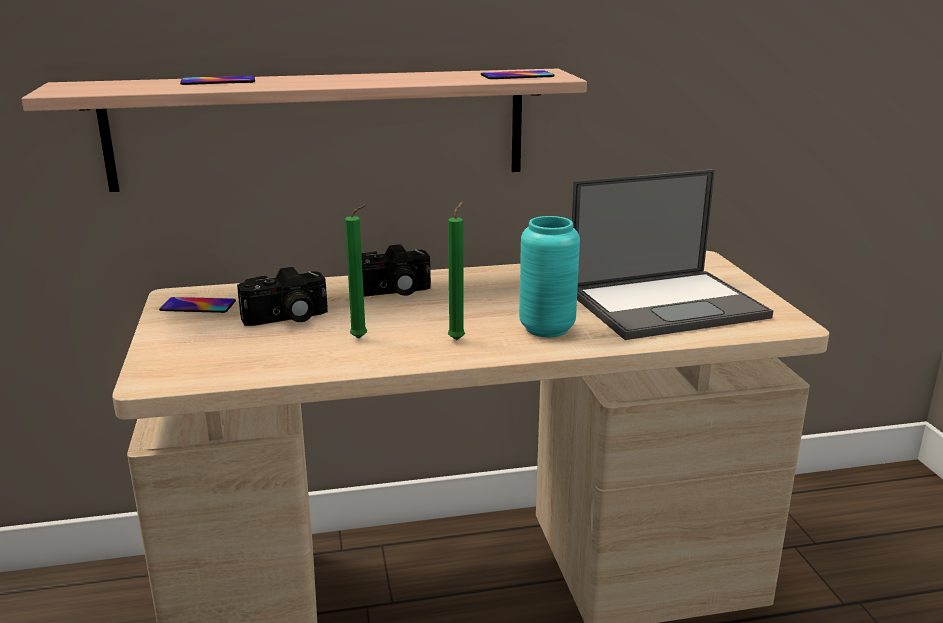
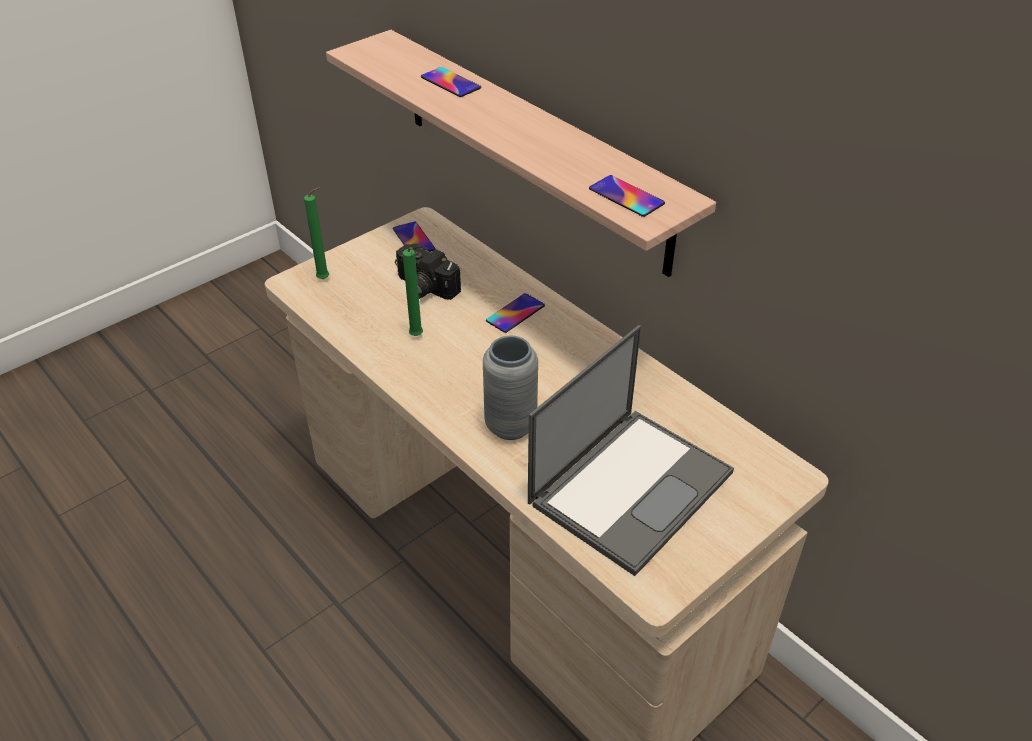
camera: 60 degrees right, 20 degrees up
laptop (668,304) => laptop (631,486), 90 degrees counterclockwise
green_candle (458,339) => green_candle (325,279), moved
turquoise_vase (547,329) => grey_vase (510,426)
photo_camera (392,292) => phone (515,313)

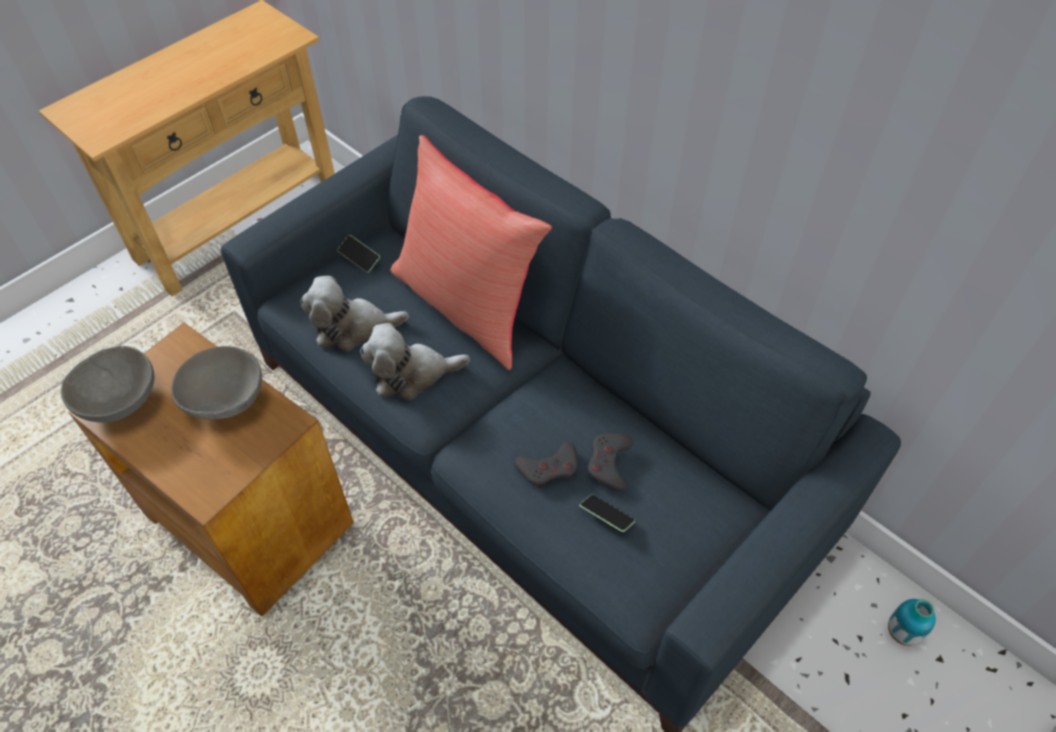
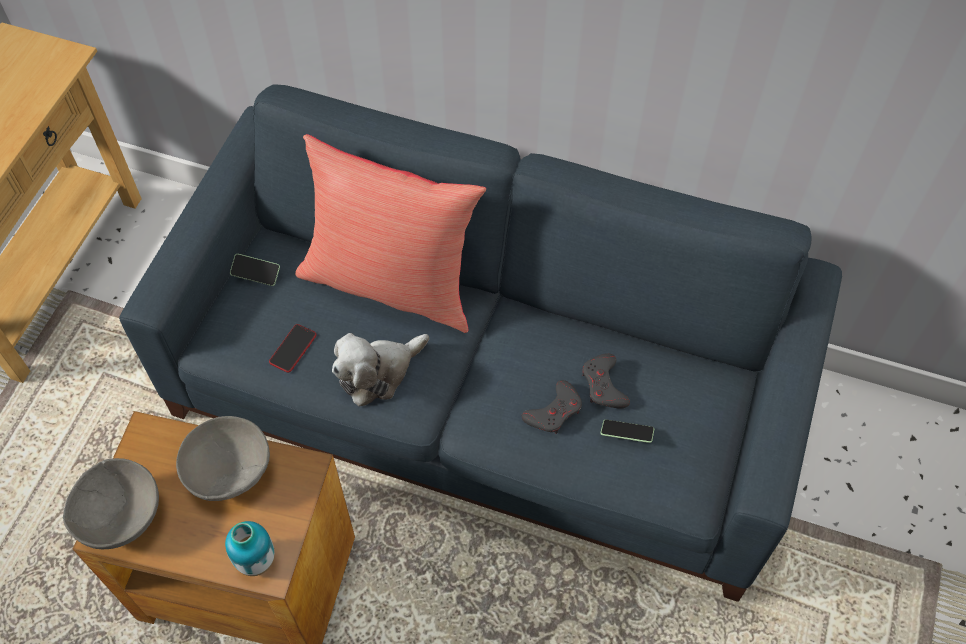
camera: 25 degrees left, 5 degrees up
plush_toy (352,328) => phone (293,348)
vase (901,632) => vase (256,560), moved

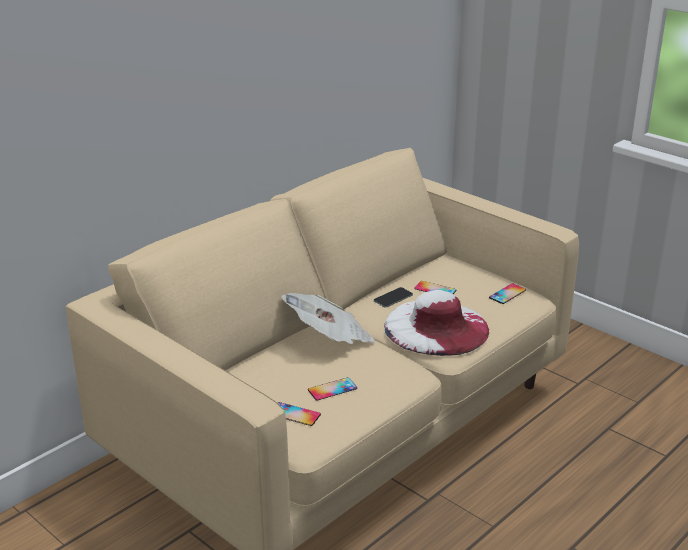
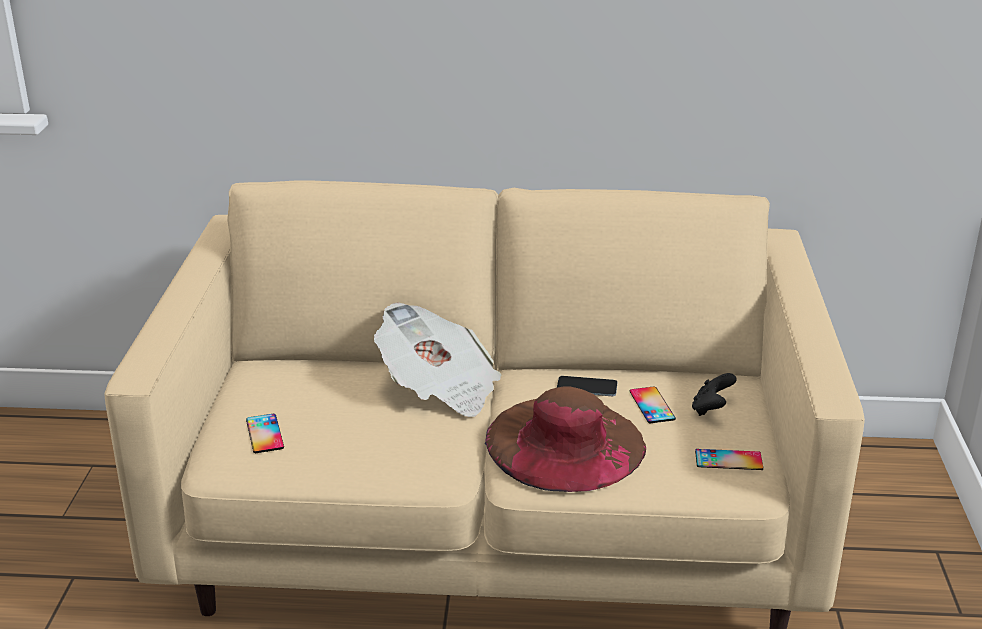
camera: 50 degrees right, 0 degrees up
white_hat (436,327) => brown_hat (565,443)
phone (332,389) => nothing
nothing => black_game_controller (711,409)

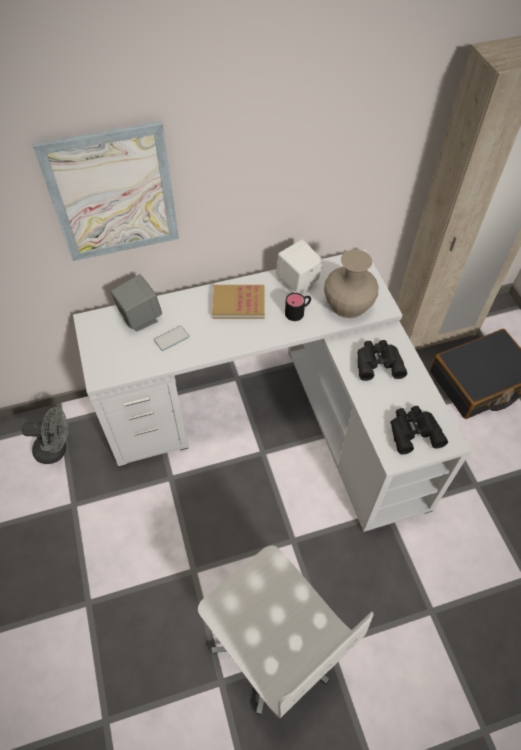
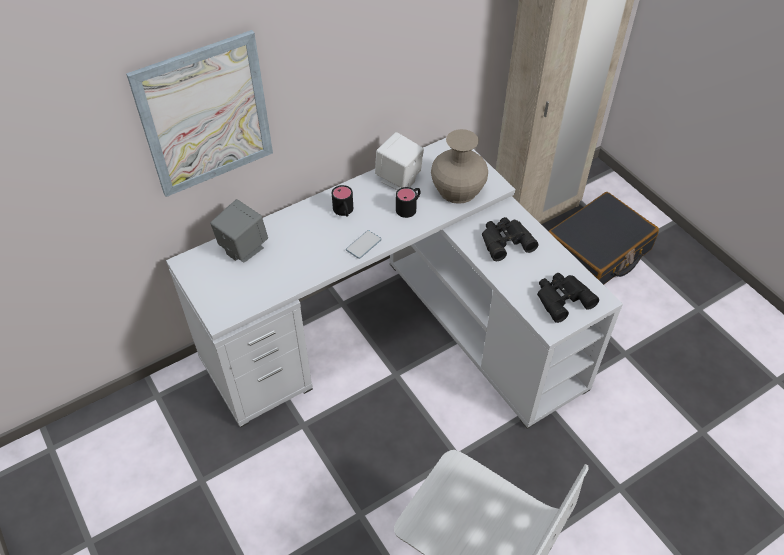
camera: 15 degrees left, 5 degrees down
book (238,303) => black_mug (344,211)
phone (171,338) => phone (363,245), moved
grey_fan (56,449) => nothing

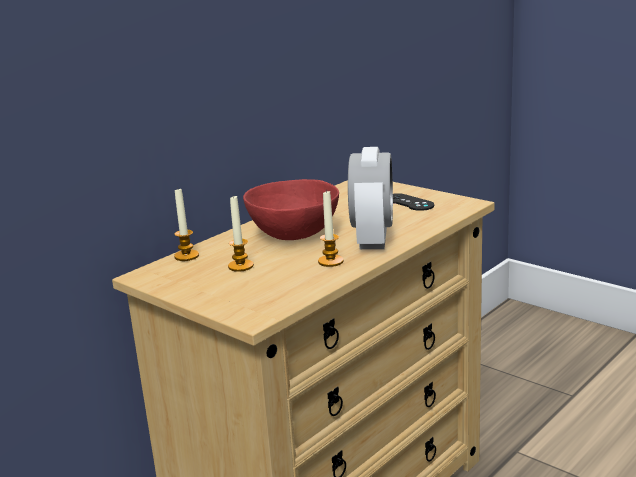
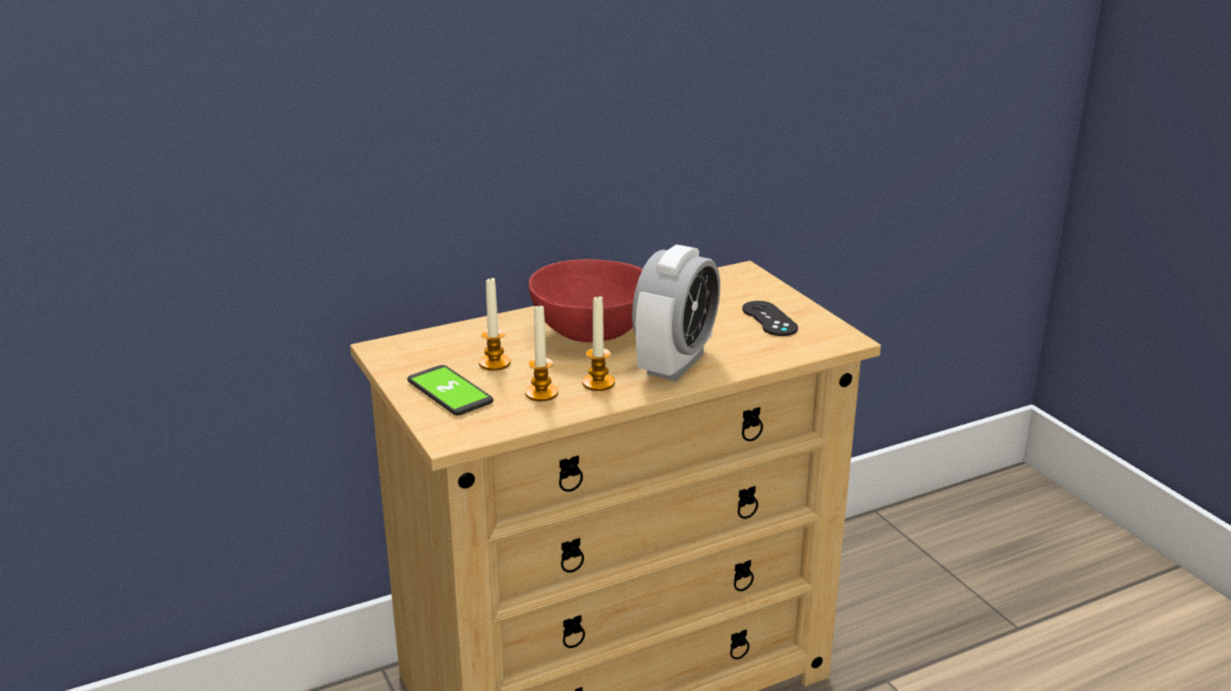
camera: 20 degrees right, 5 degrees up
candle (186,256) => candle (541,393), moved
nothing => phone (450,392)

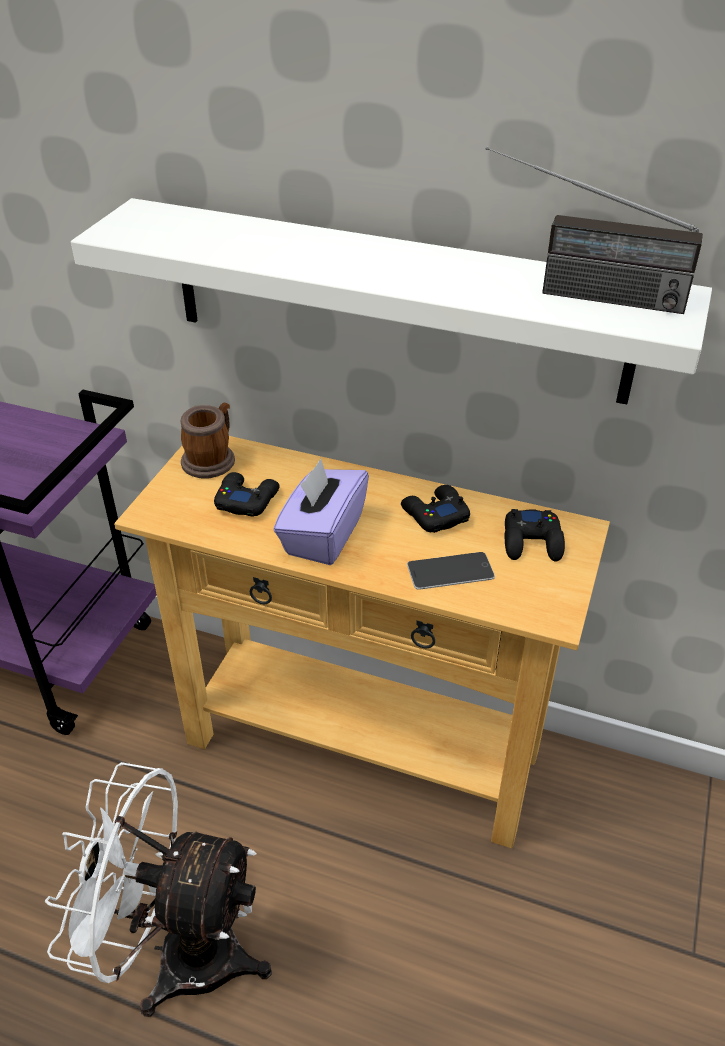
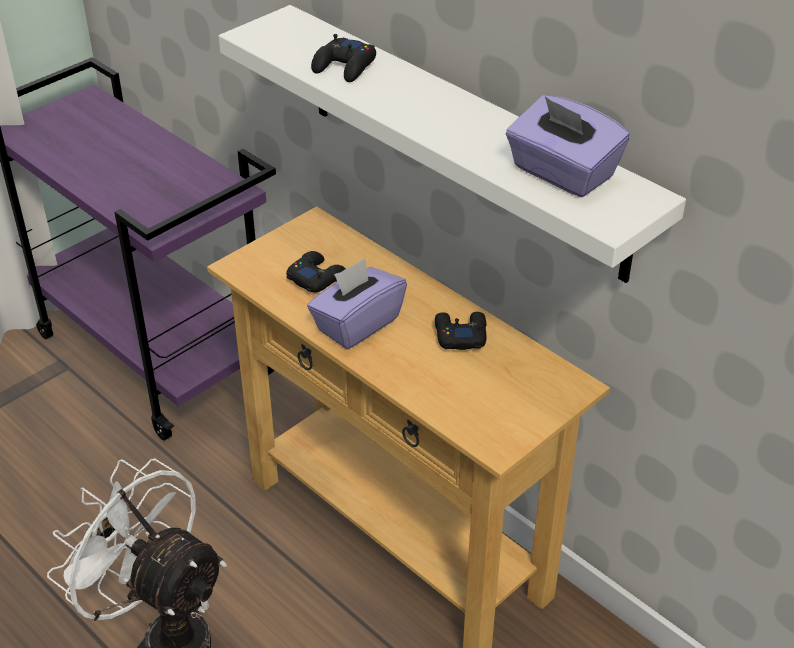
camera: 25 degrees right, 0 degrees up
radio (575,292) => purple_tissue_box (562,173)
mug (212,459) => nothing
black_game_controller (532,542) => black_game_controller (345,67), moved
phone (450,571) => nothing

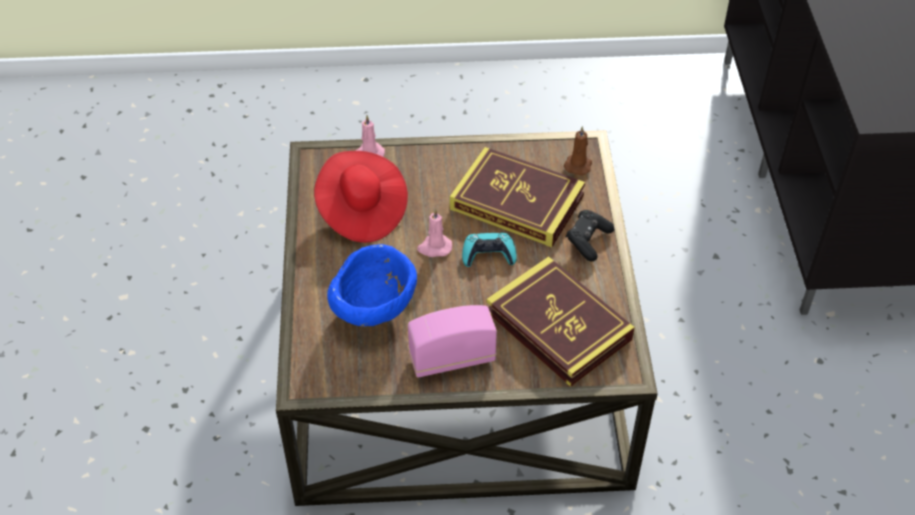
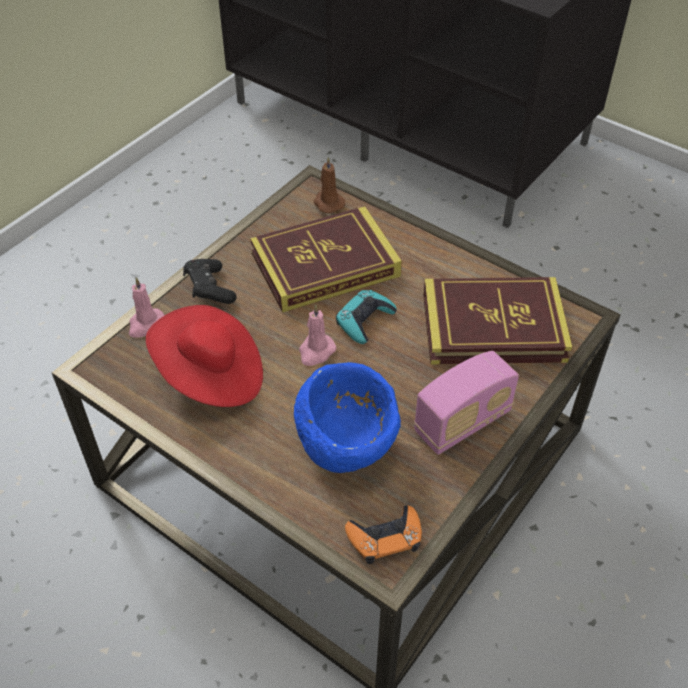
camera: 50 degrees left, 0 degrees up
black_game_controller (587,241) => black_game_controller (209,289), moved
radio (452,358) => radio (462,423), 150 degrees counterclockwise
nothing => orange_game_controller (385,538)

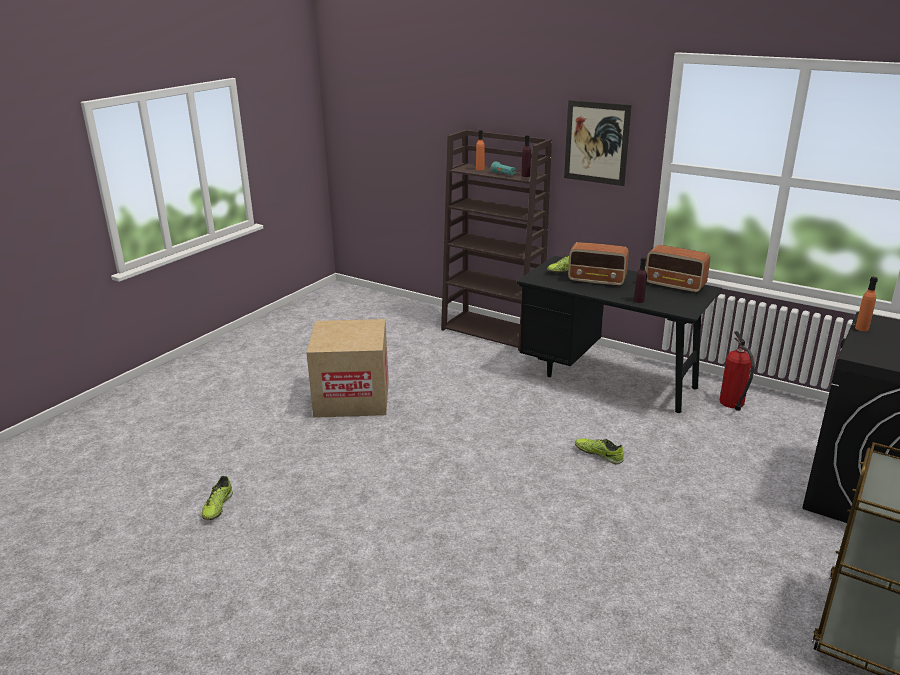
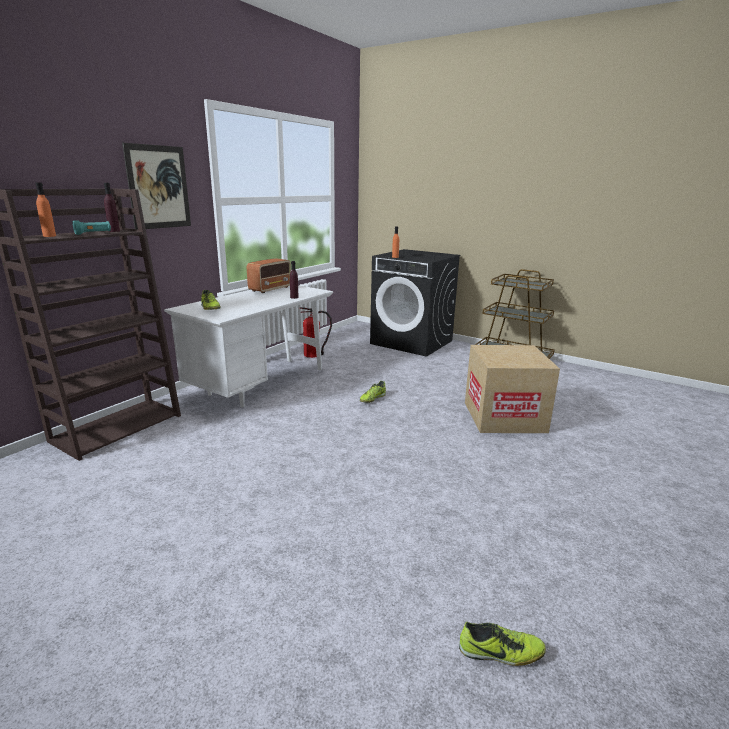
camera: 90 degrees left, 5 degrees down
radio (597,281) => nothing
black_desk (609,379) => white_desk (261,384)
cardboard_box (352,397) => cardboard_box (504,417), moved

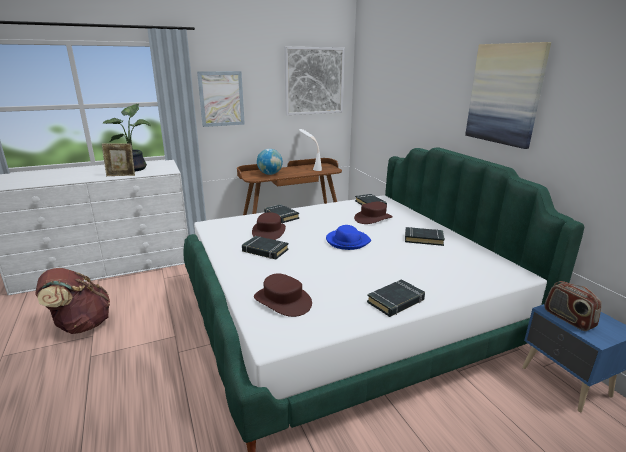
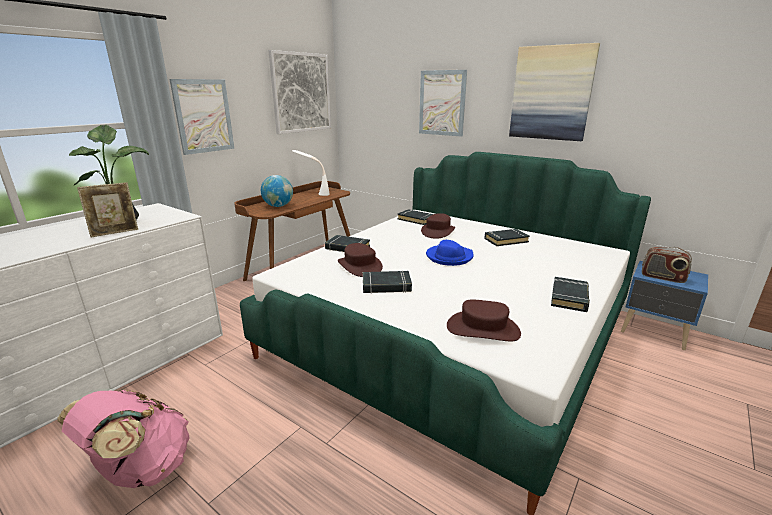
camera: 30 degrees left, 0 degrees up
brown_backpack (80,325) => pink_backpack (141,470)
nothing => picture (442,103)

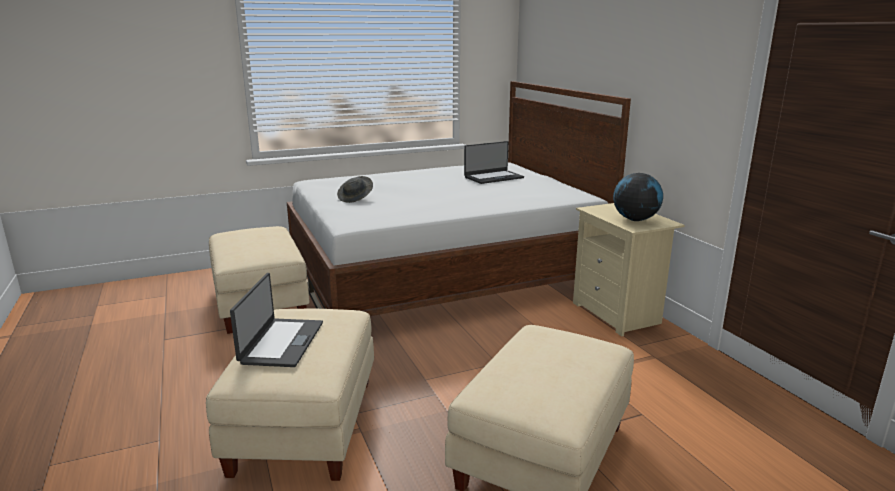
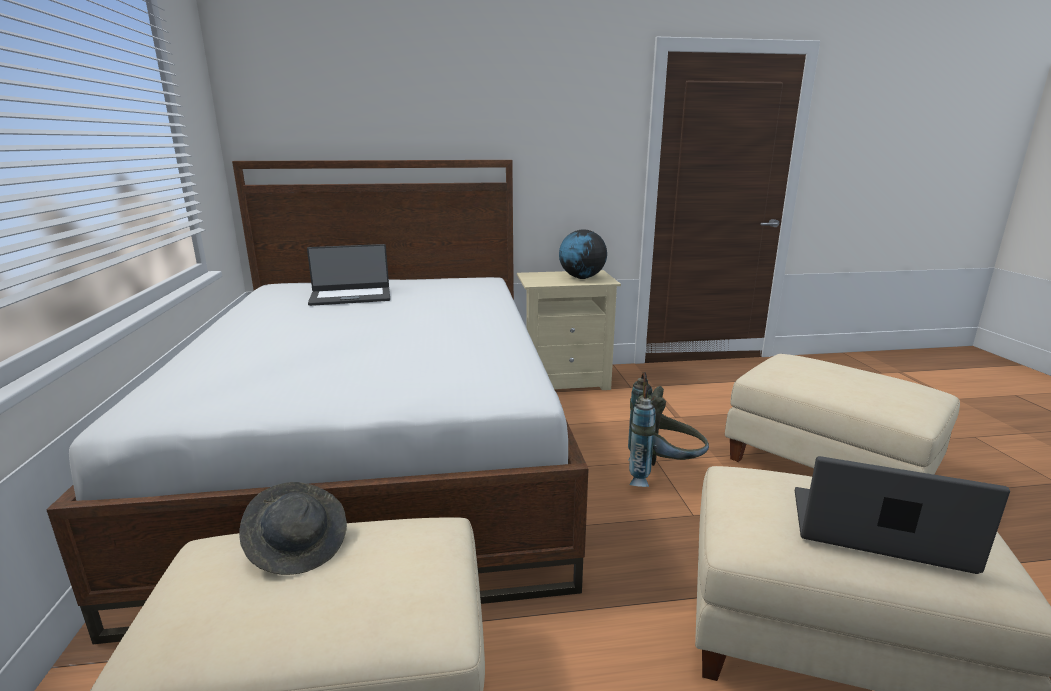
camera: 75 degrees left, 0 degrees up
laptop (493,177) => laptop (350,297), 90 degrees clockwise
grey_hat (355,198) => grey_hat (298,545), moved
nothing => grey_backpack (662,475)

